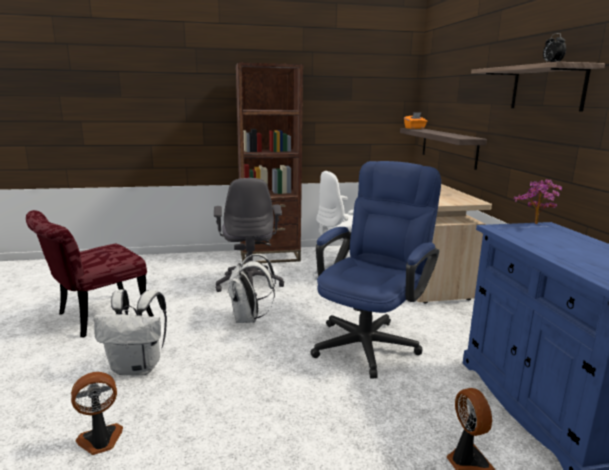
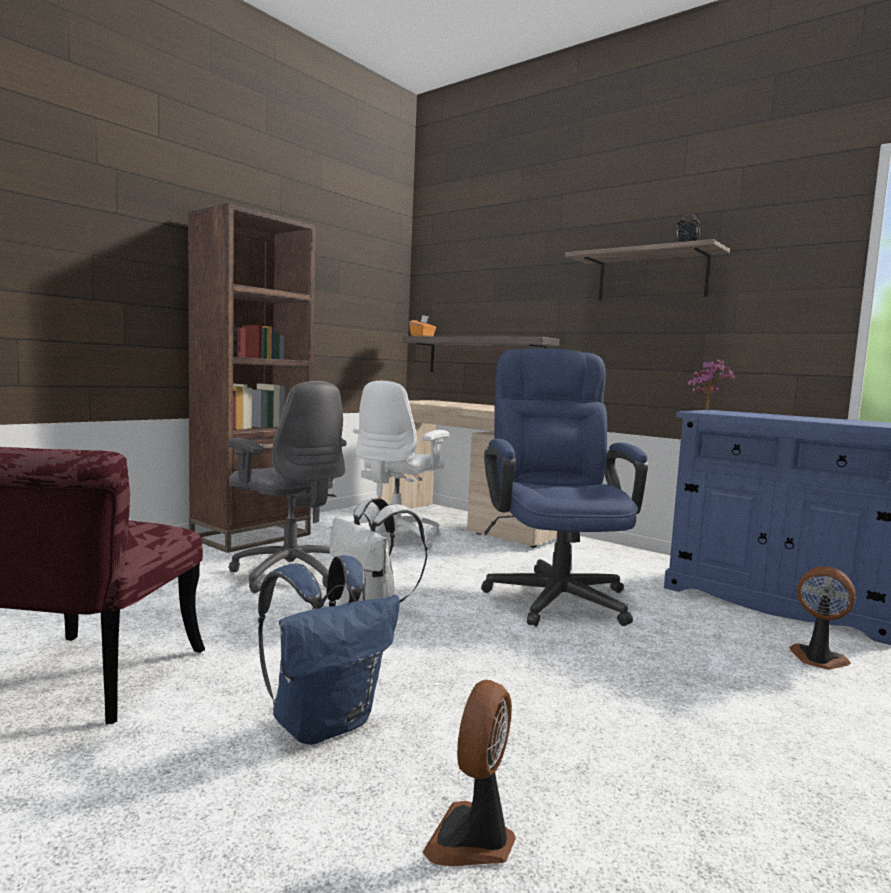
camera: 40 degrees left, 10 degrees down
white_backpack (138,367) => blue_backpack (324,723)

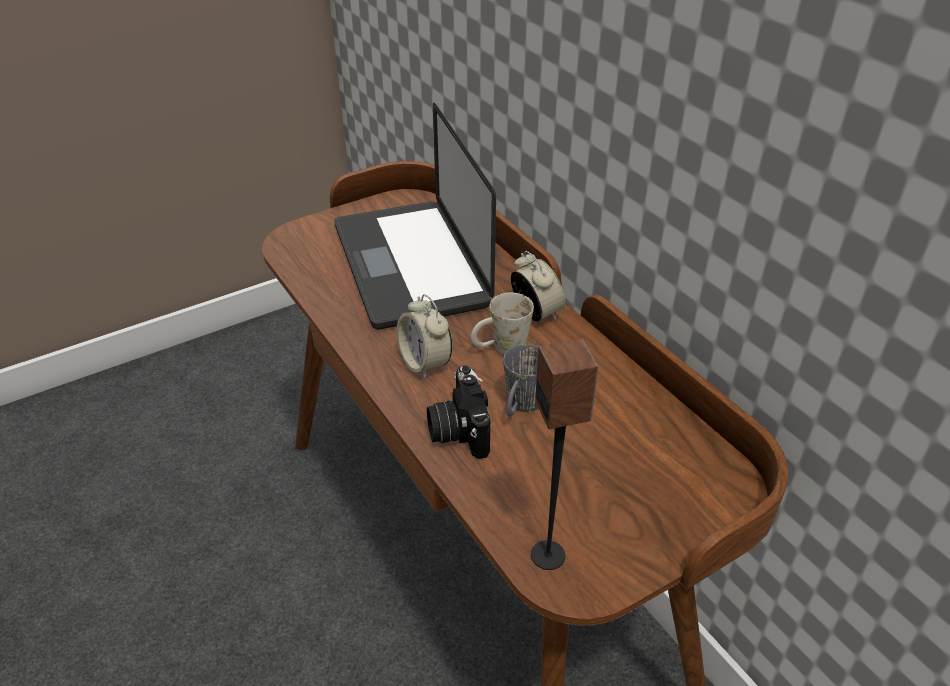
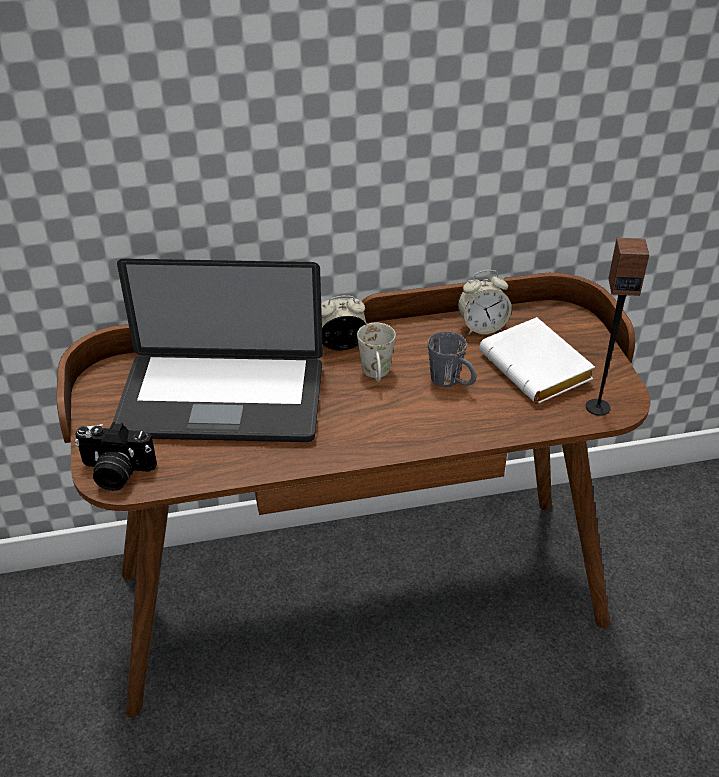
camera: 70 degrees left, 0 degrees up
alarm_clock (425,363) => alarm_clock (482,327), moved
photo_camera (458,430) => photo_camera (115,473), moved
nothing => white_book (539,369)

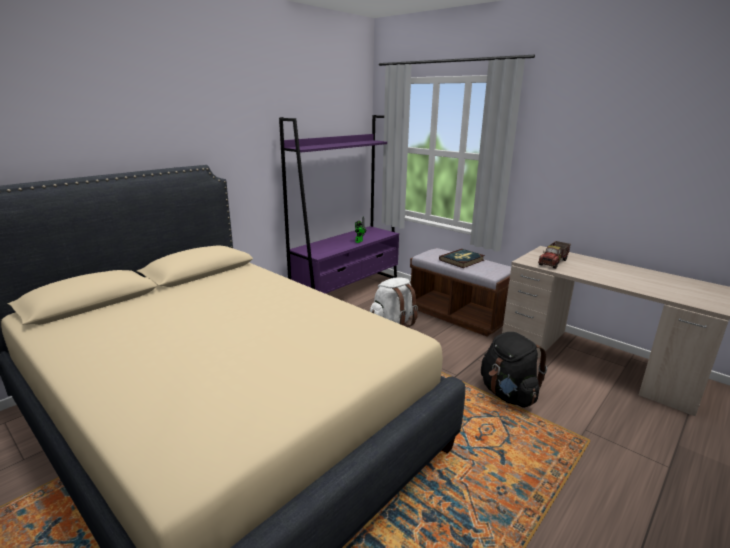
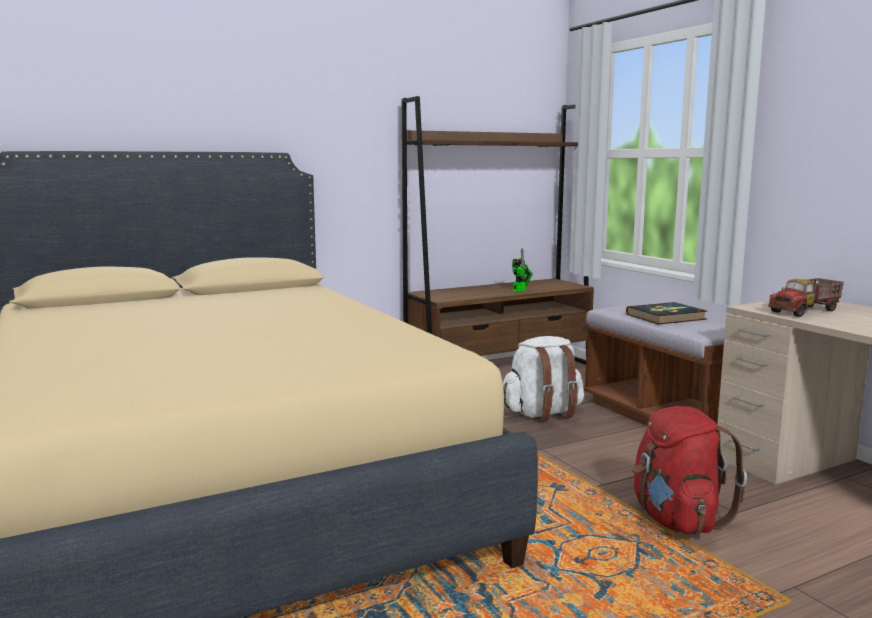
camera: 20 degrees right, 10 degrees down
purple_bookcase (347,290) => brown_bookcase (500,370)
black_backpack (508,394) => red_backpack (677,520)

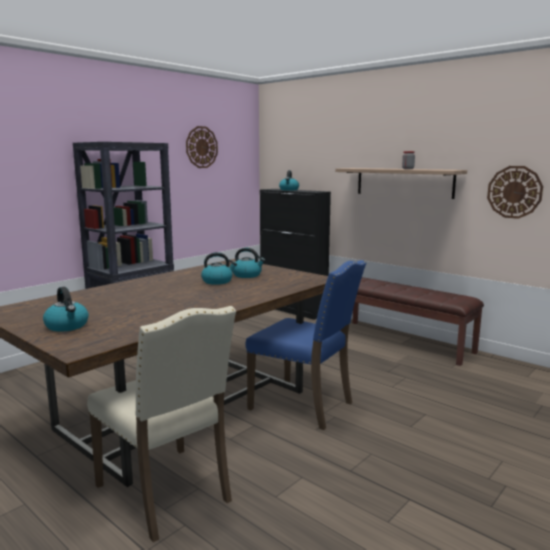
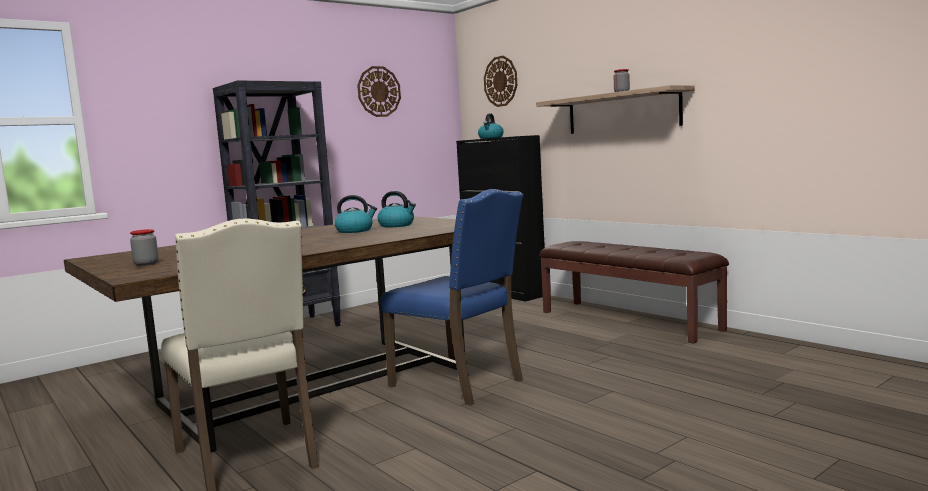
camera: 10 degrees right, 5 degrees down
wall_clock (514,192) => wall_clock (500,81), moved
kettle (67,326) => jar (146,264)

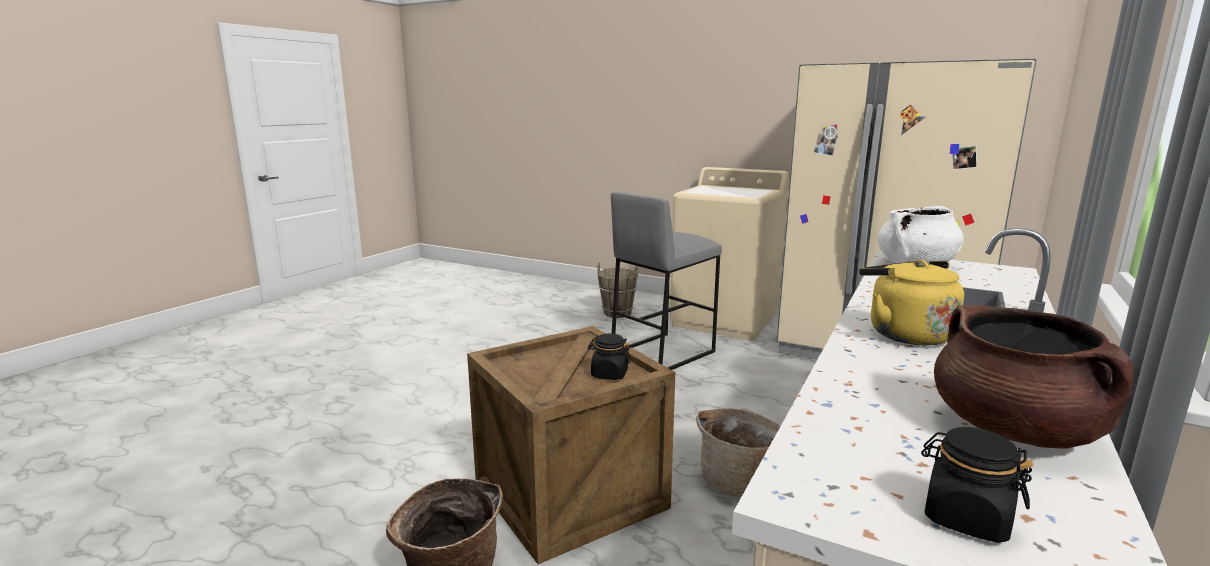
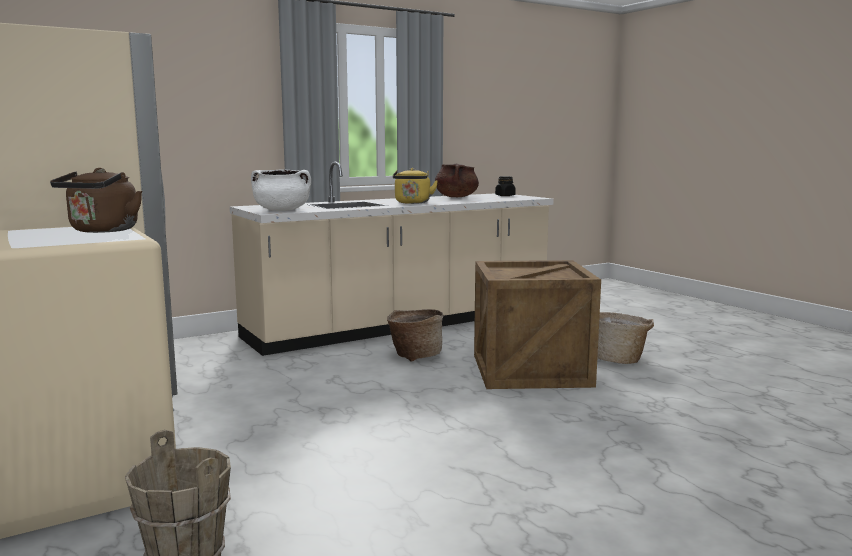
camera: 150 degrees left, 5 degrees down
grey_stool (662,352) => nothing
black_jar (609,374) => nothing
nothing => brown_kettle (102,231)

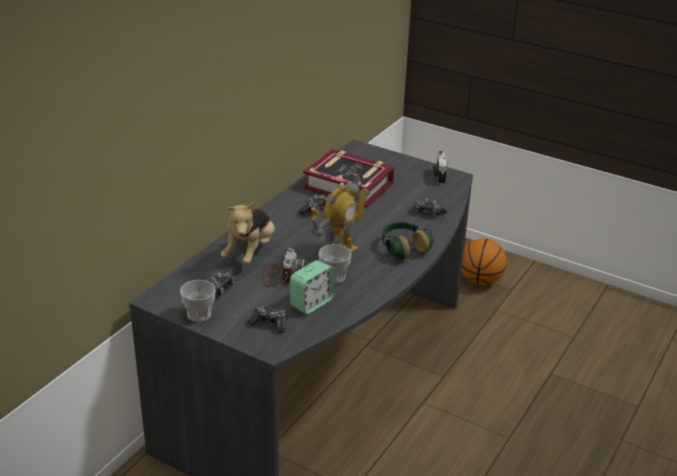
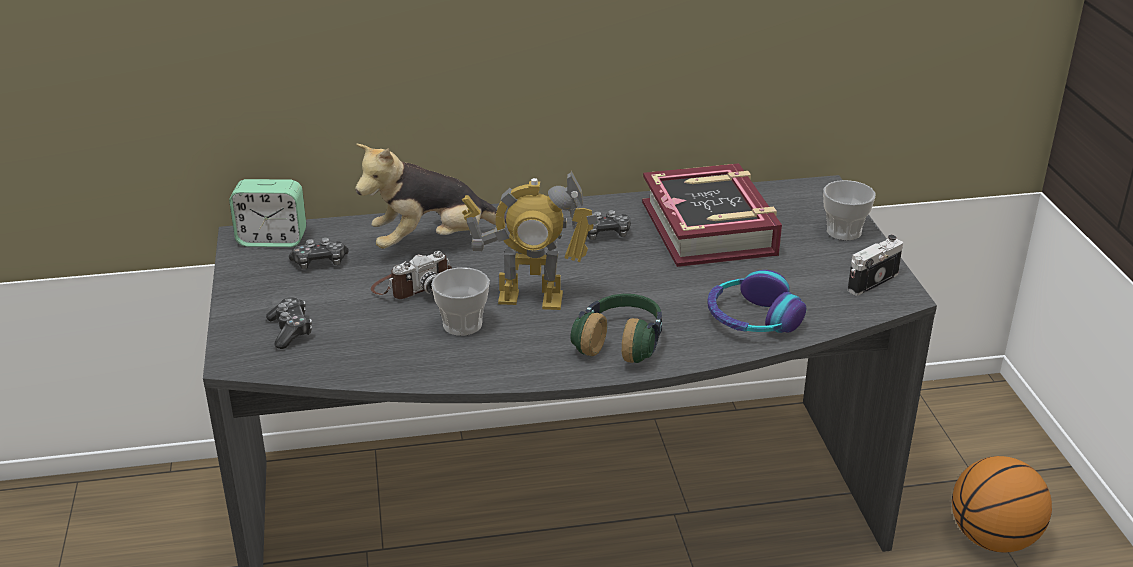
camera: 50 degrees right, 0 degrees up
game_controller (428,212) => headphones (752,318)
alarm_clock (312,303) => alarm_clock (272,239), moved
cup (199,315) => cup (844,231), moved

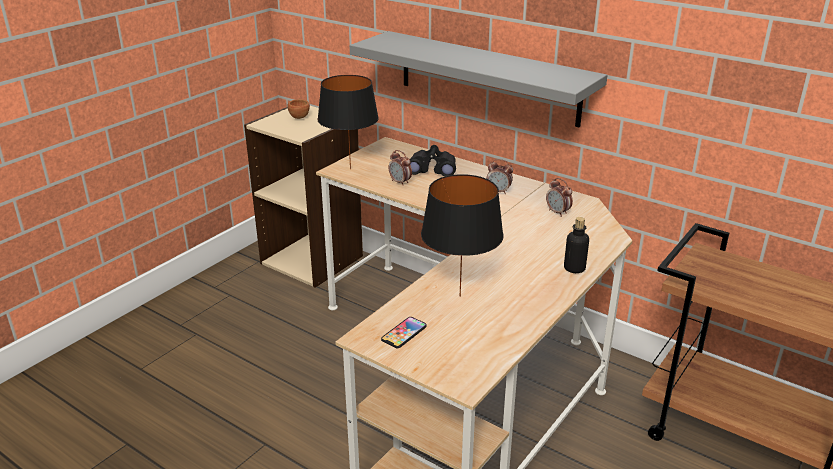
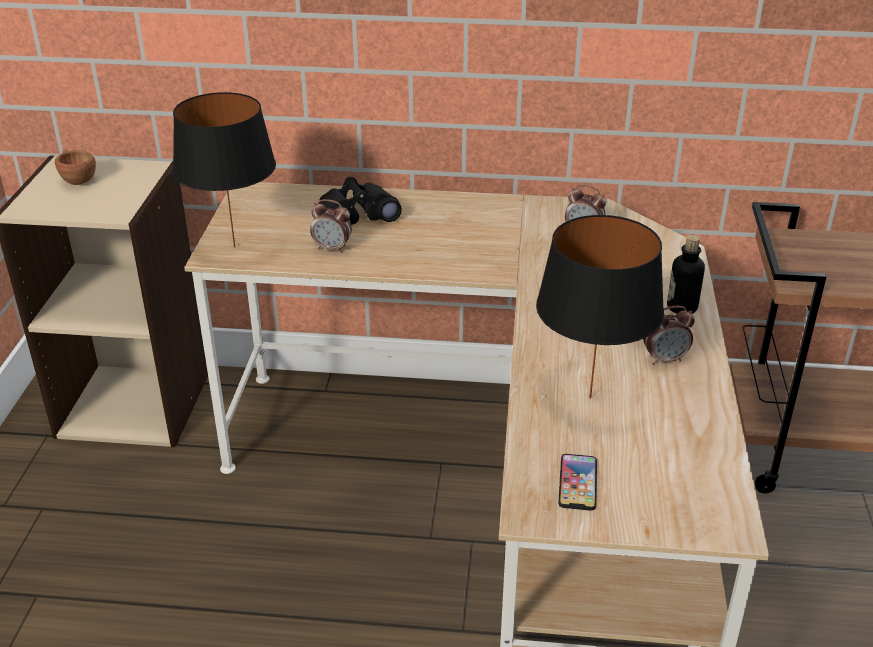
camera: 30 degrees left, 5 degrees up
grey_shelf (487,78) => nothing
alarm_clock (498,191) => alarm_clock (665,359), moved

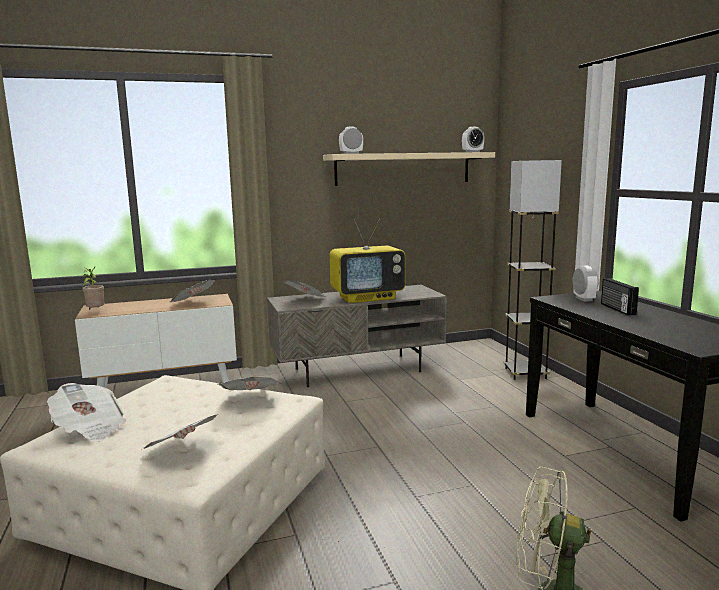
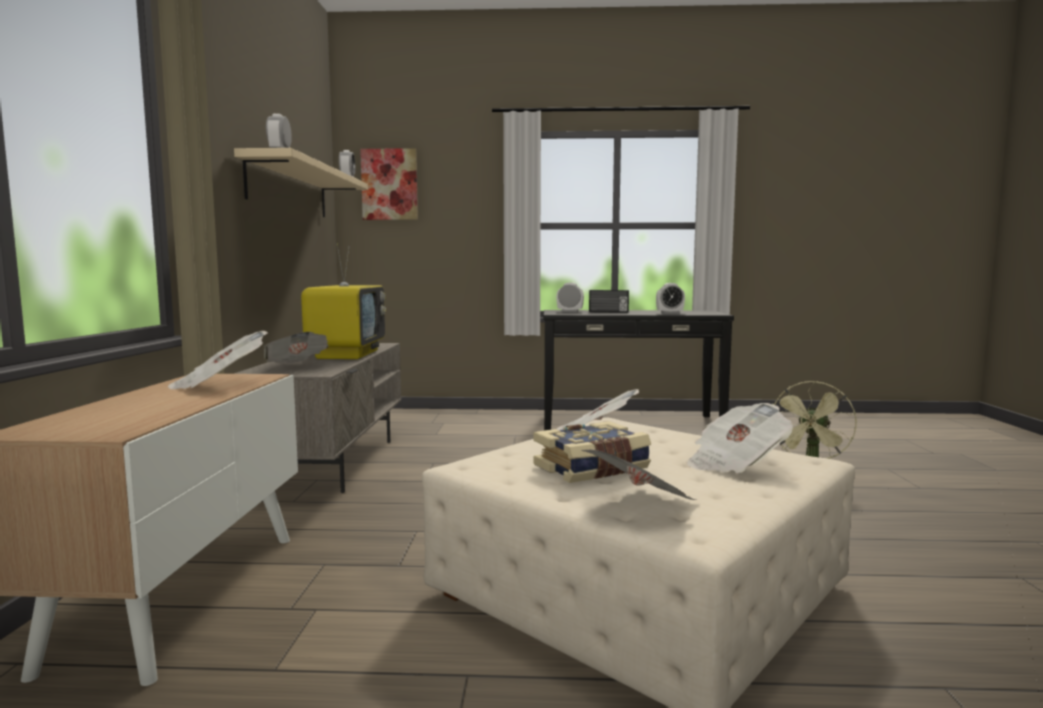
camera: 70 degrees left, 5 degrees down
grey_floor_lamp (525,373) => nothing
potted_plant (95,312) => nothing
nothing => picture (389,184)
nothing => alarm_clock (669,313)
nothing => book (592,469)

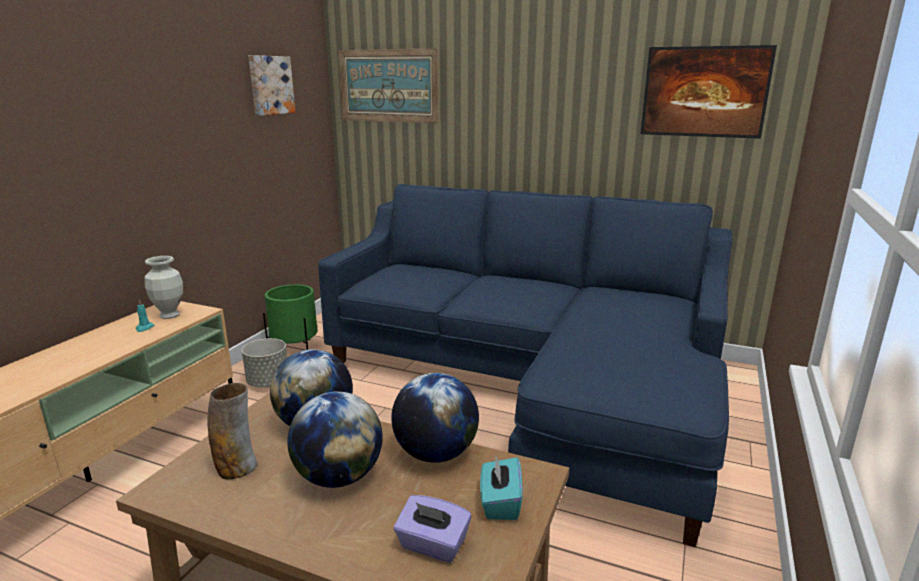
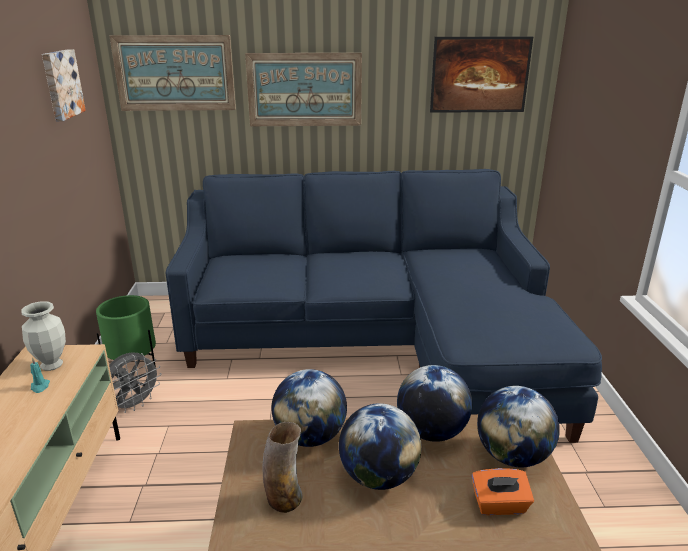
camera: 25 degrees left, 5 degrees up
grey_planter (268,382) => grey_fan (134,405)
turquoise_tissue_box (500,503) => globe (512,456)
purple_tissue_box (432,545) => orange_tissue_box (499,505)
nothing => picture (304,90)

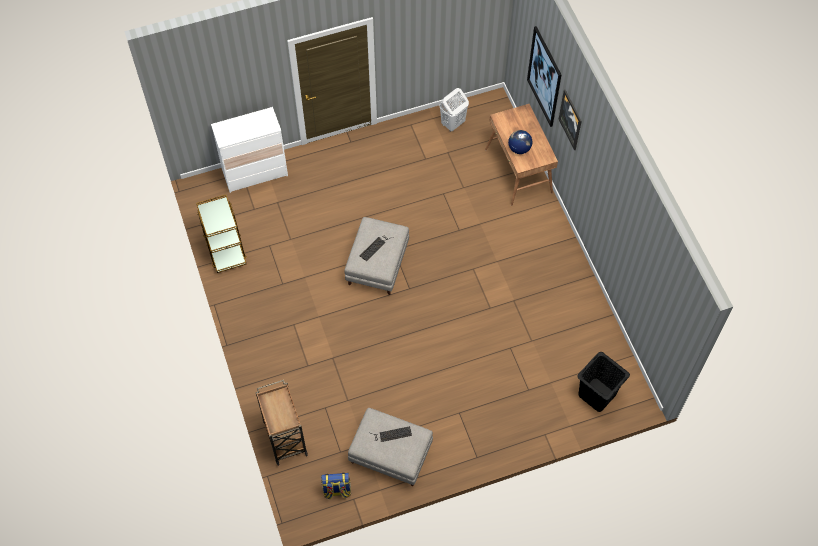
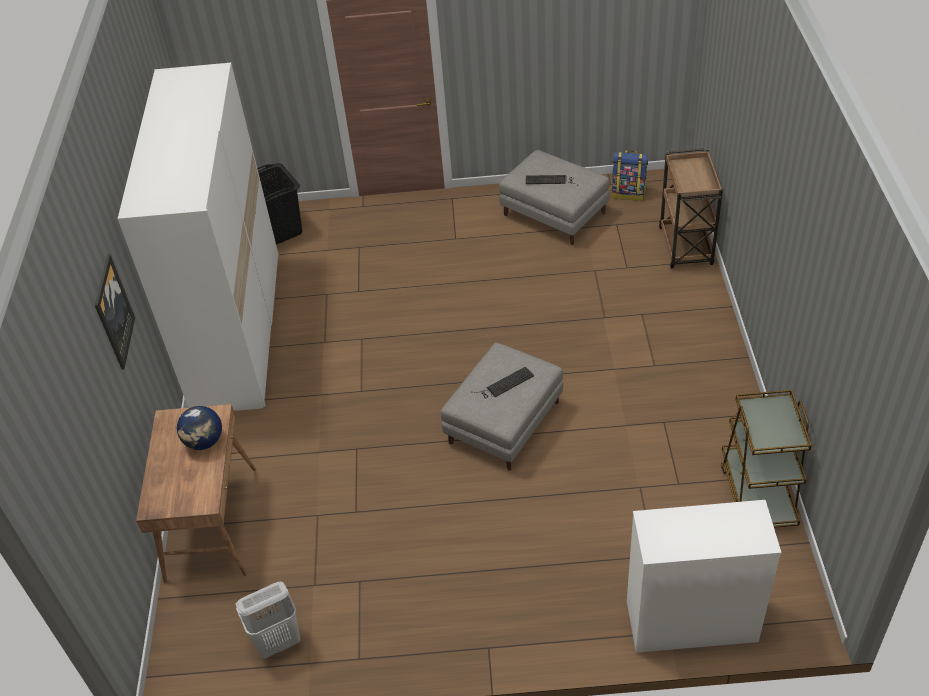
camera: 160 degrees left, 15 degrees down
picture (544,77) => nothing
nothing => white_wardrobe (238,330)

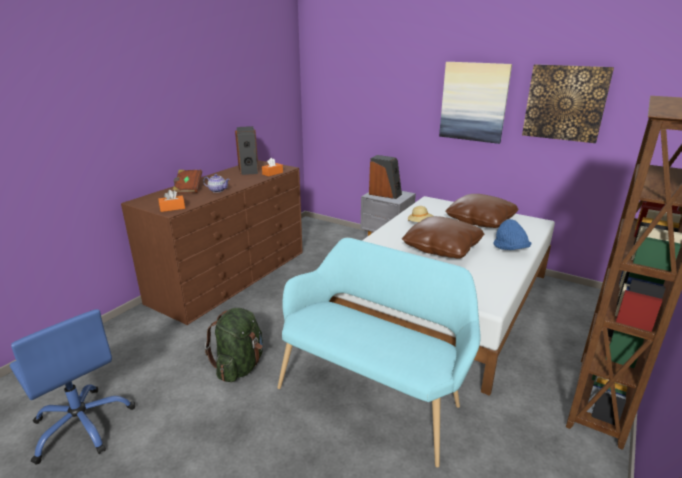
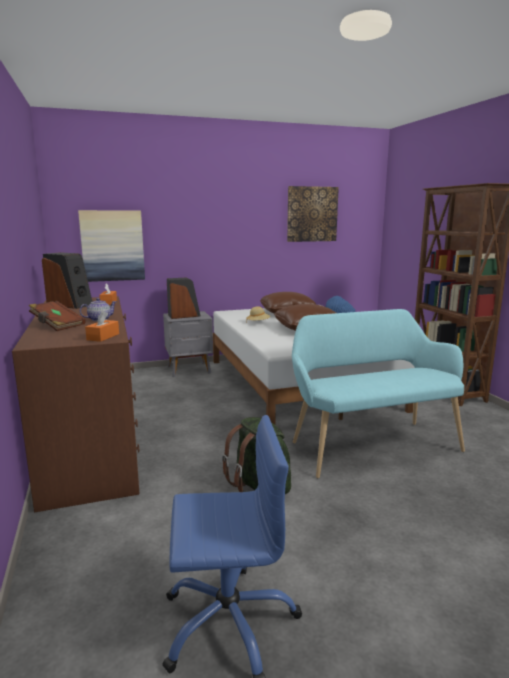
camera: 50 degrees left, 10 degrees down
picture (474,102) => picture (112,245), moved

